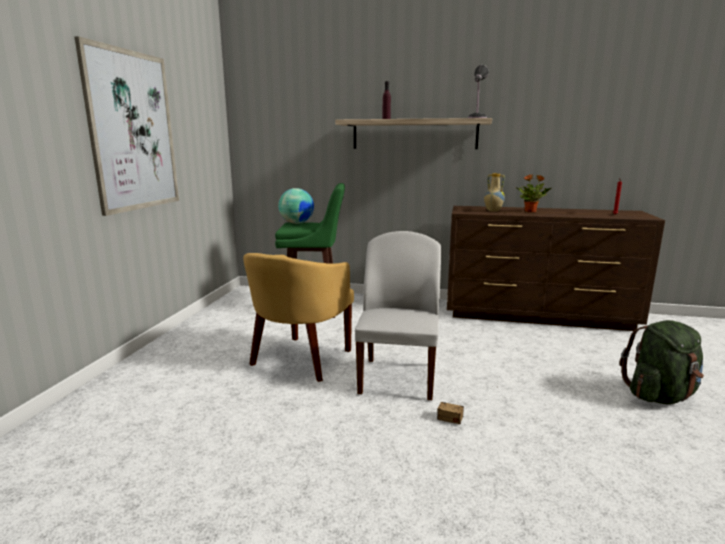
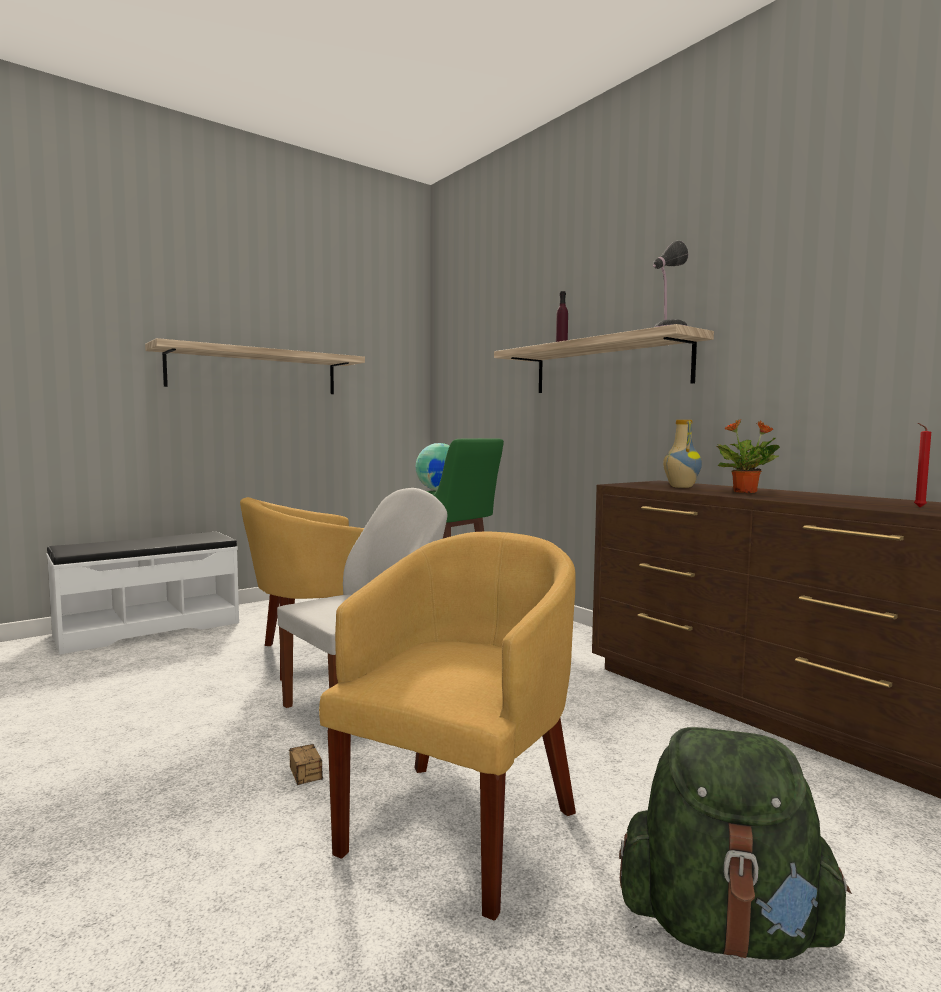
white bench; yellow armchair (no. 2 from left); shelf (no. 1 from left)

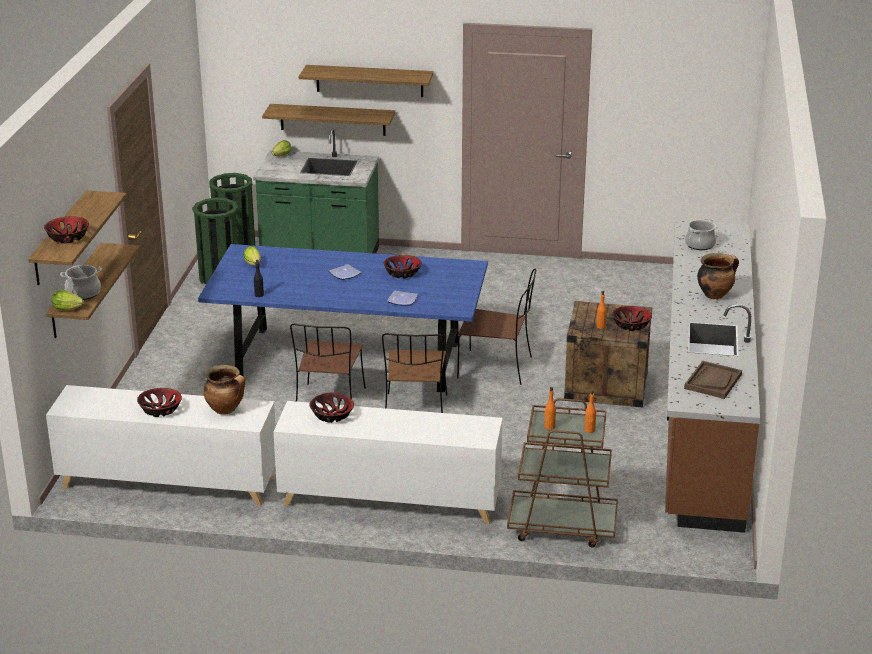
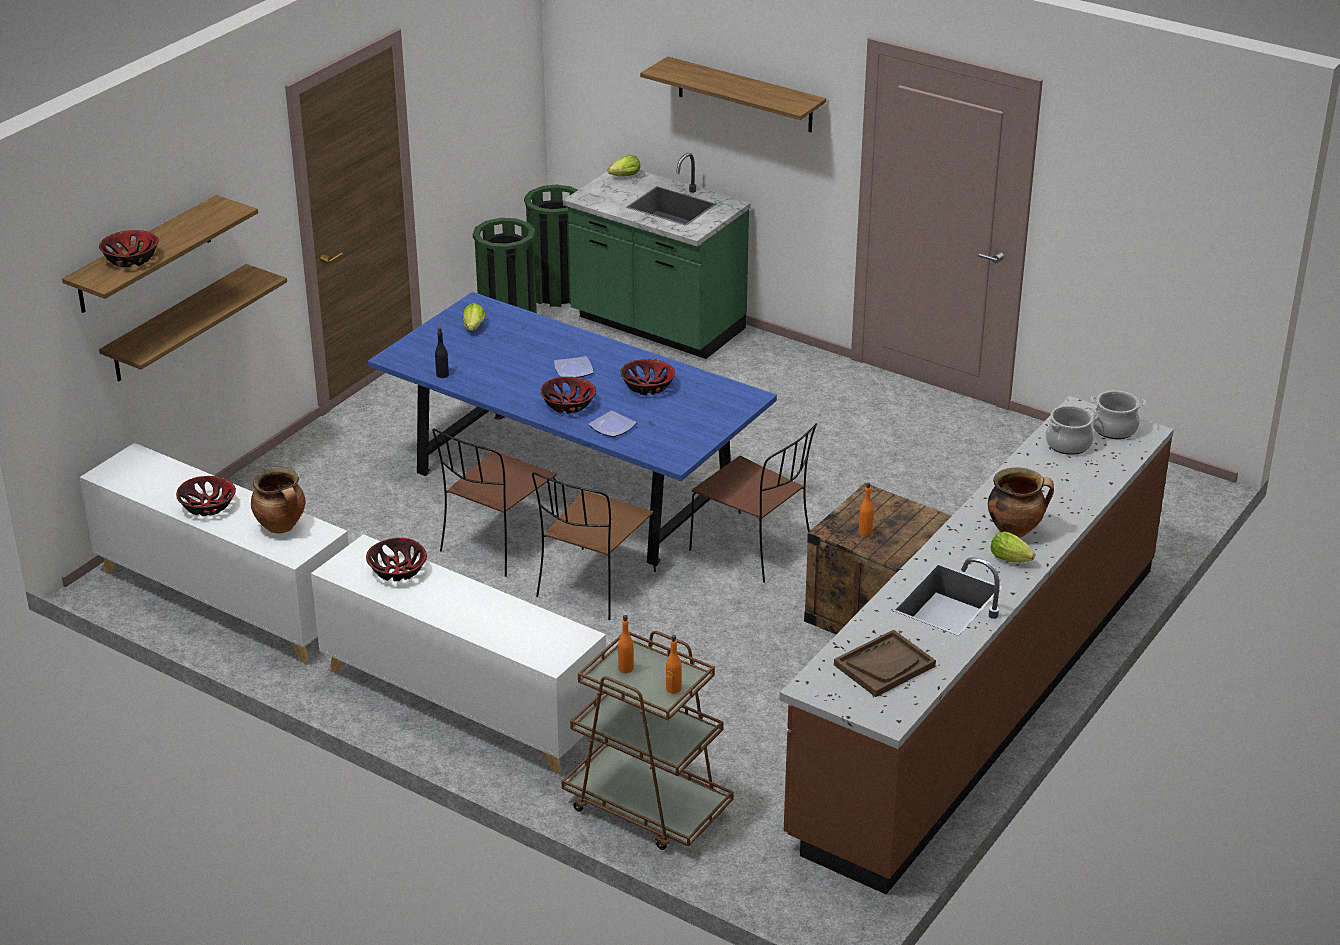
shelf (no. 3 from left in the first image); lettuce (no. 3 from left); cooking pot (no. 4 from left); bowl (no. 4 from left)

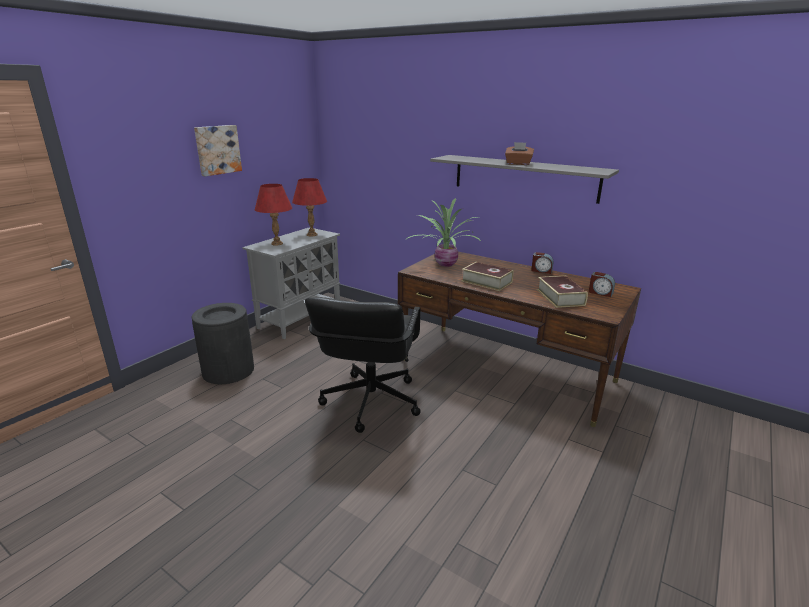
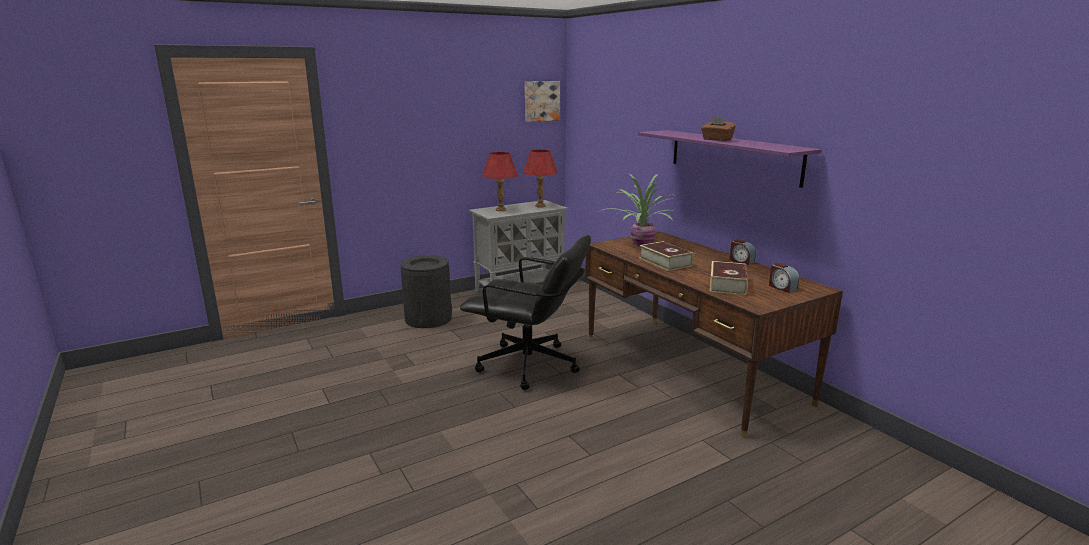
picture; purple shelf; black office chair

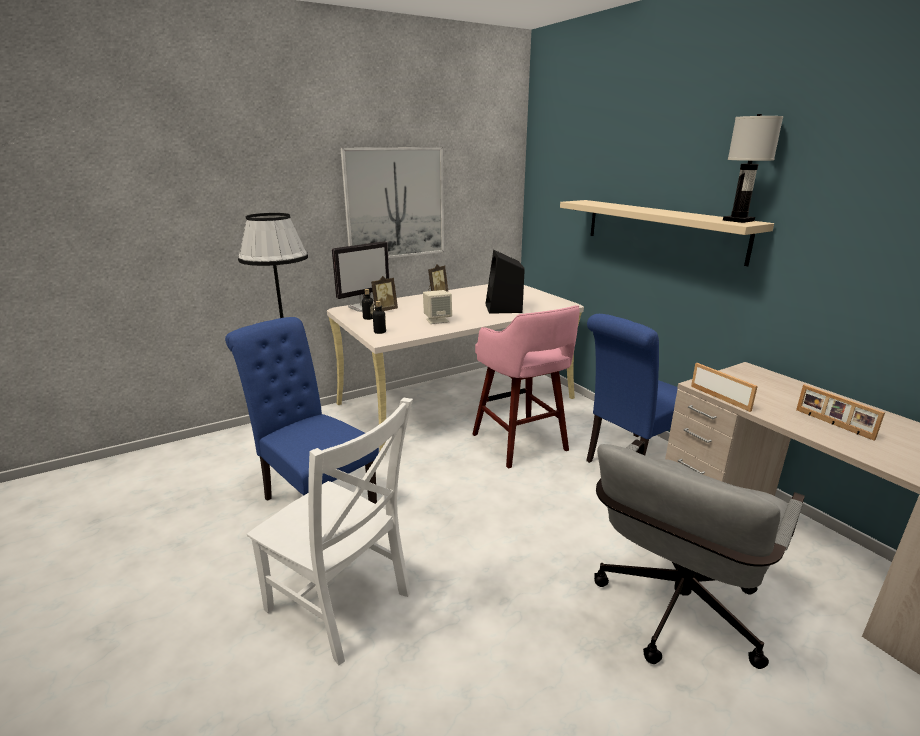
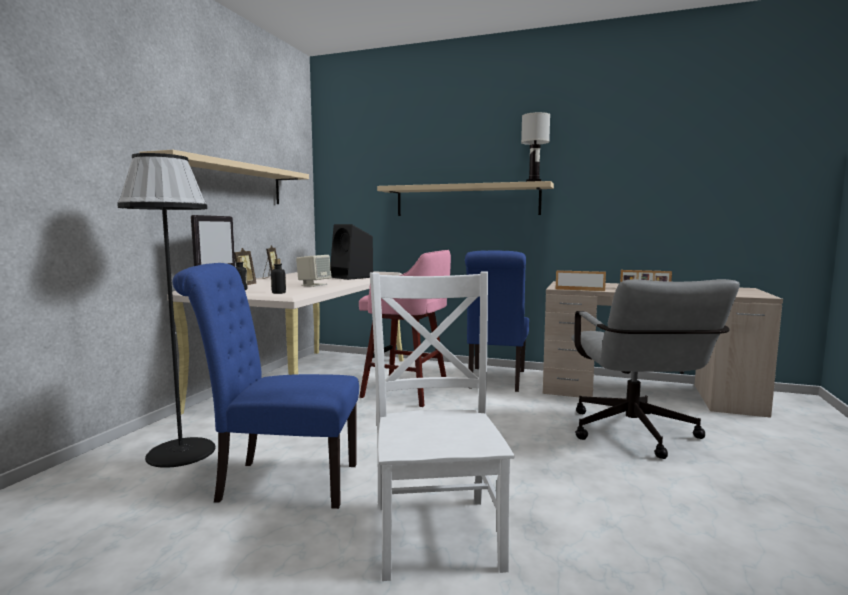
beige shelf (no. 1 from left); white chair

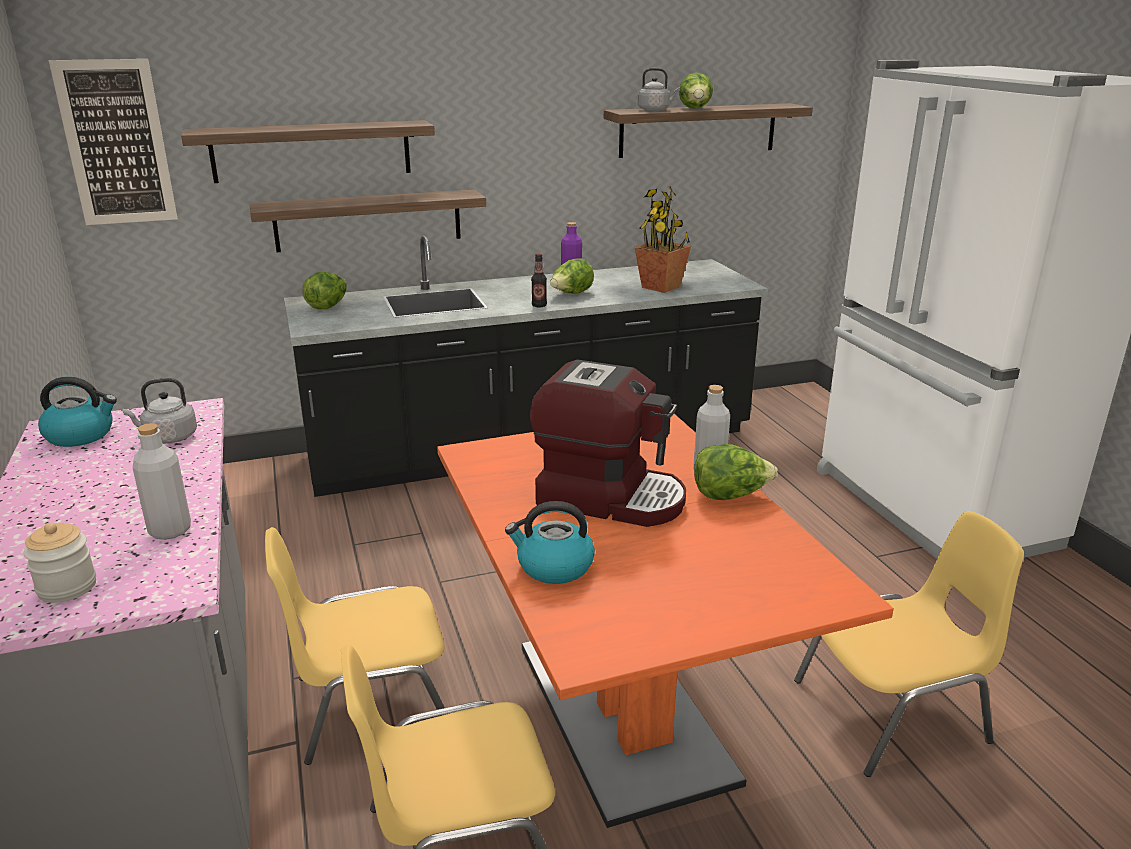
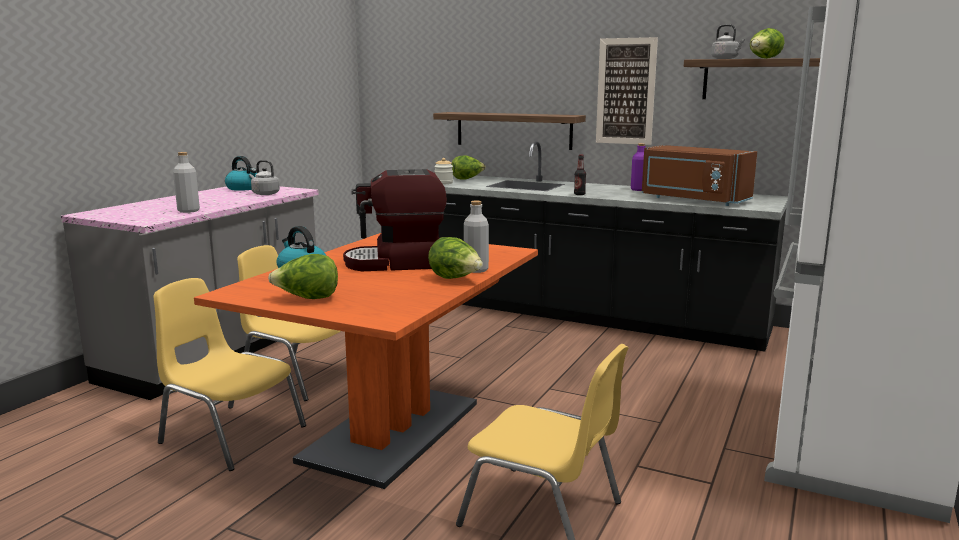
shelf (no. 1 from left in the first image); jar; picture; lettuce (no. 1 from left); brown microwave; coffee machine

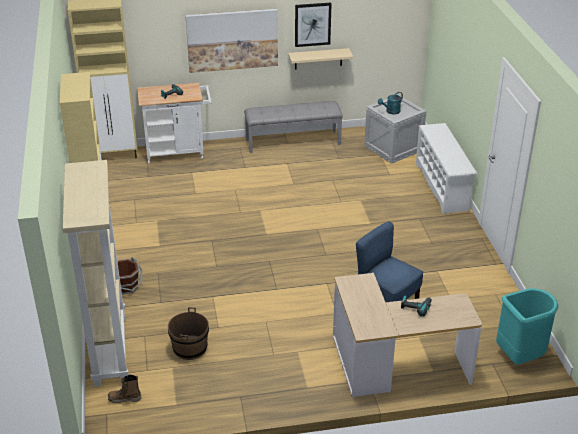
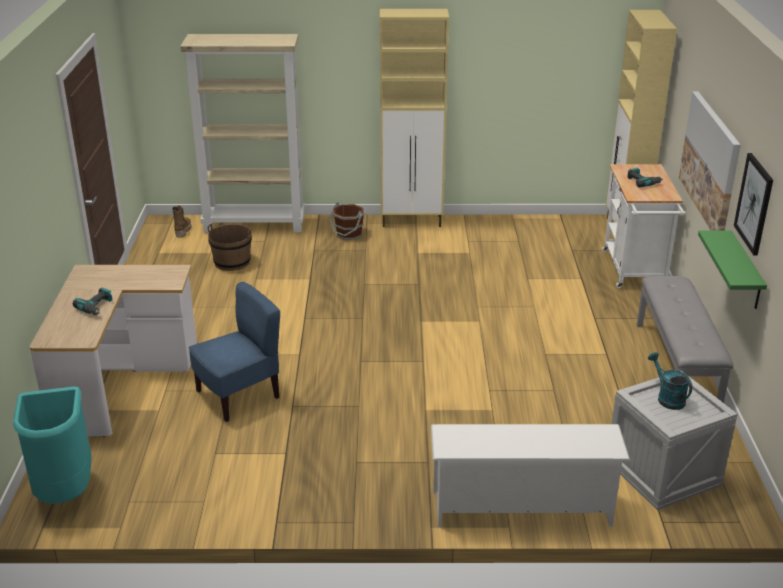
green shelf

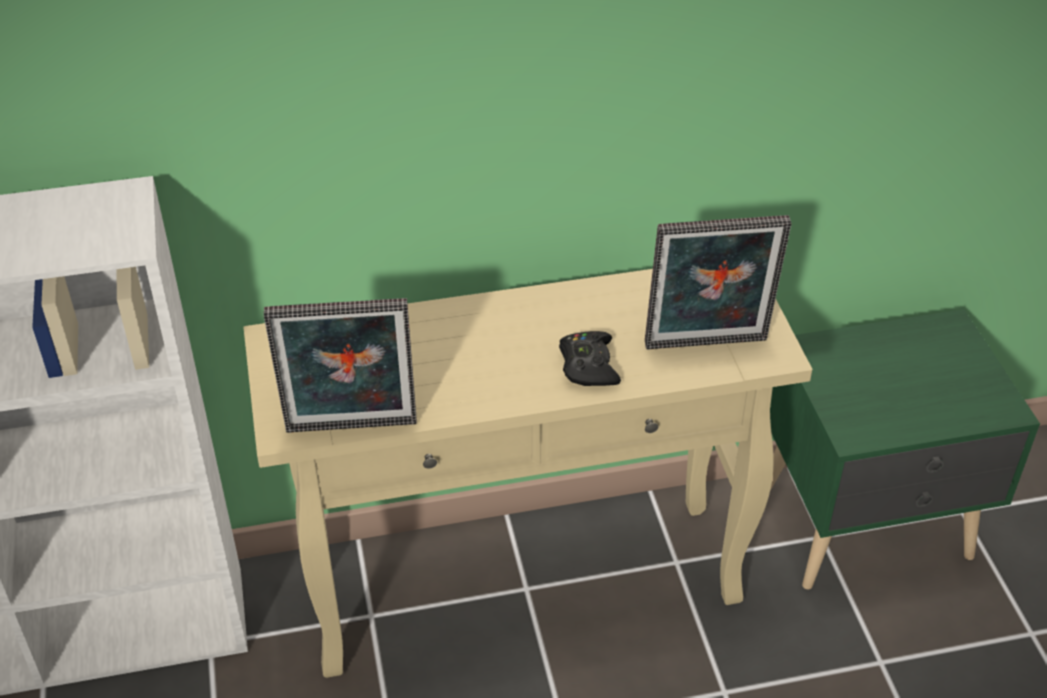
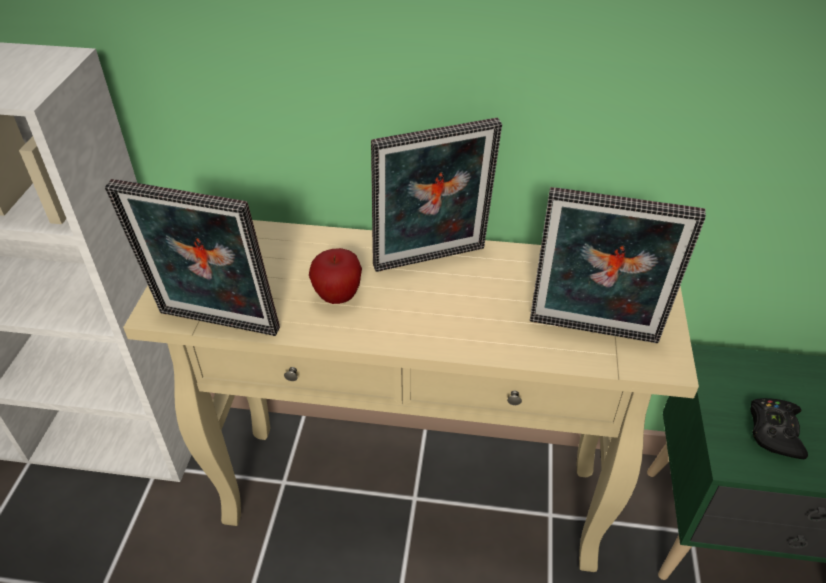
apple; picture frame (no. 2 from left); black game controller

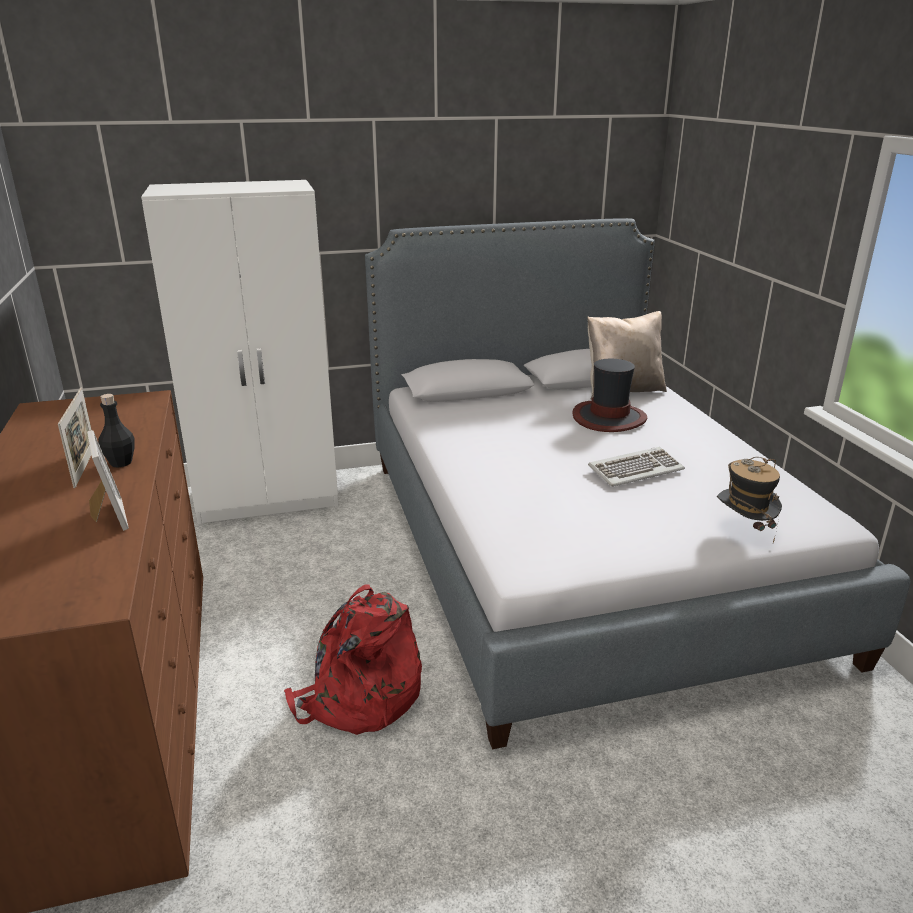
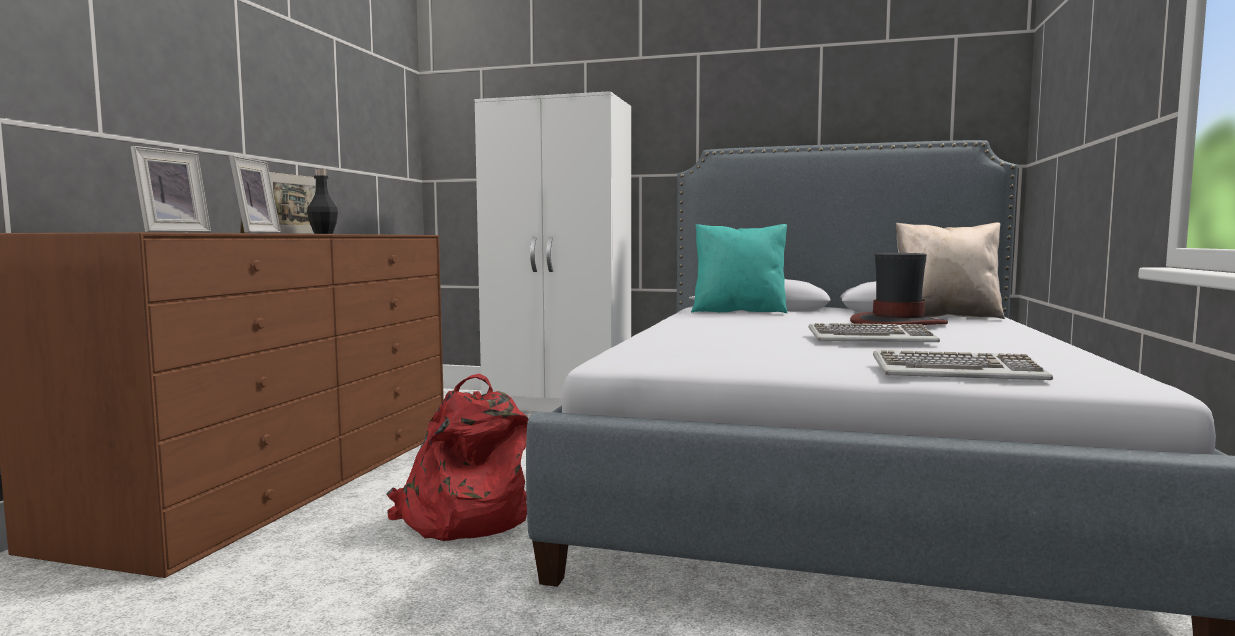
picture frame (no. 1 from left); turquoise pillow; keyboard (no. 2 from left)

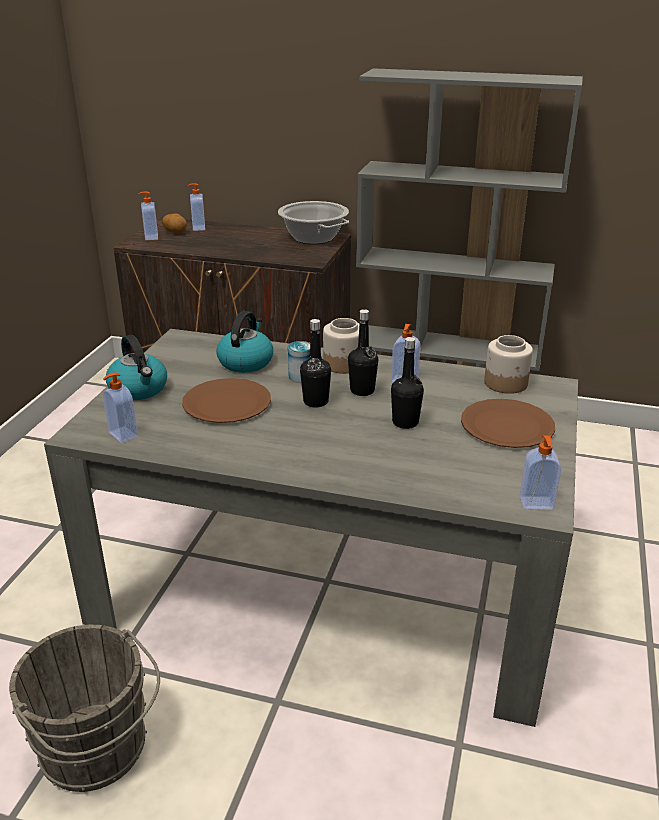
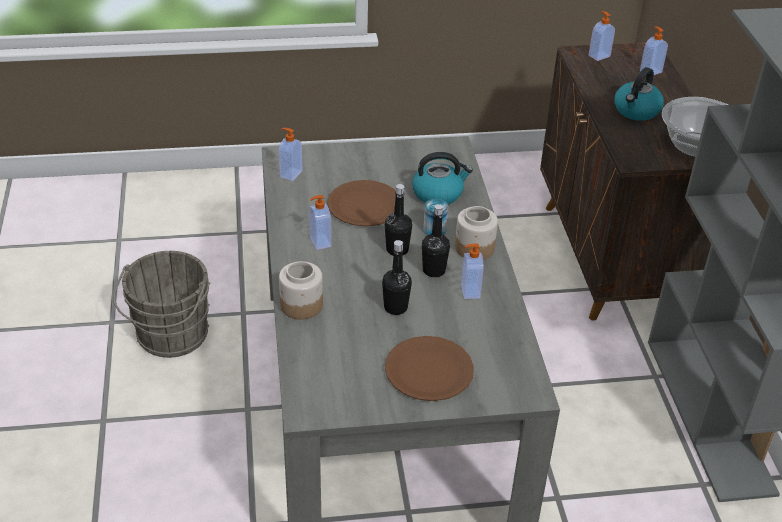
potato; kettle (no. 2 from left); jar (no. 1 from left); soap dispenser (no. 2 from left)

